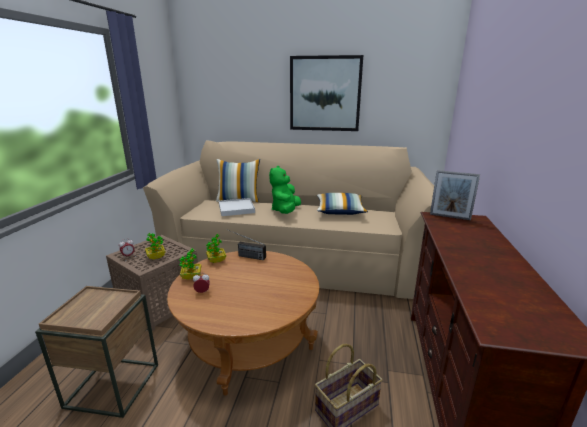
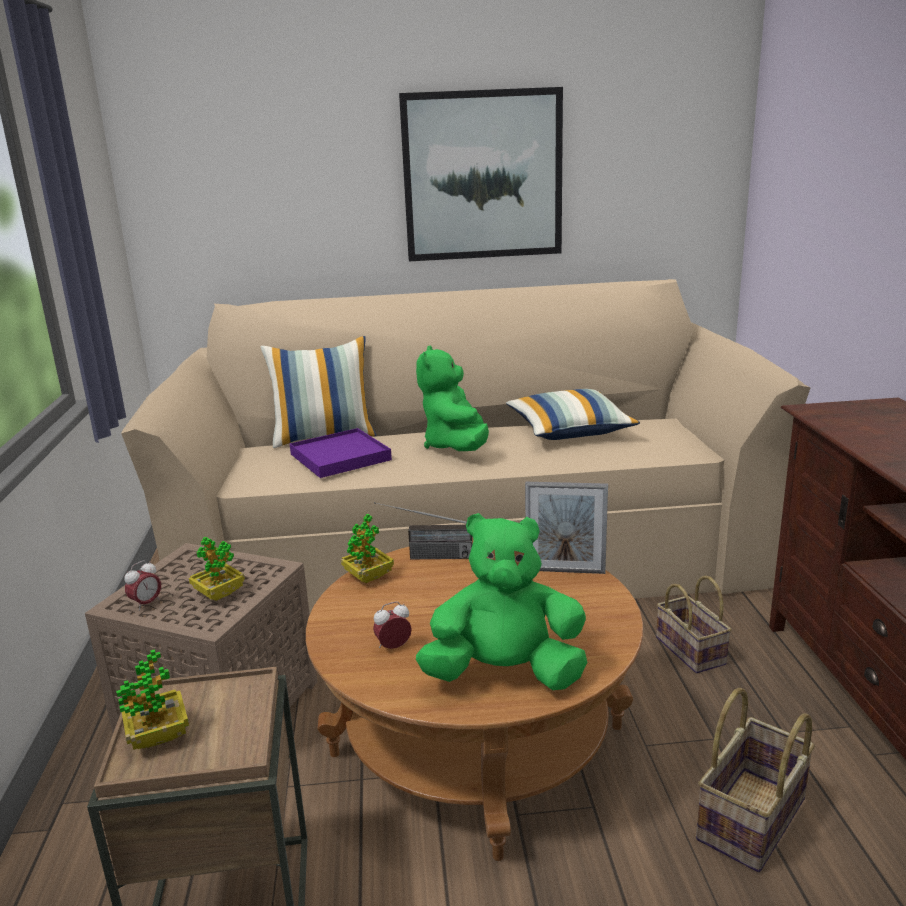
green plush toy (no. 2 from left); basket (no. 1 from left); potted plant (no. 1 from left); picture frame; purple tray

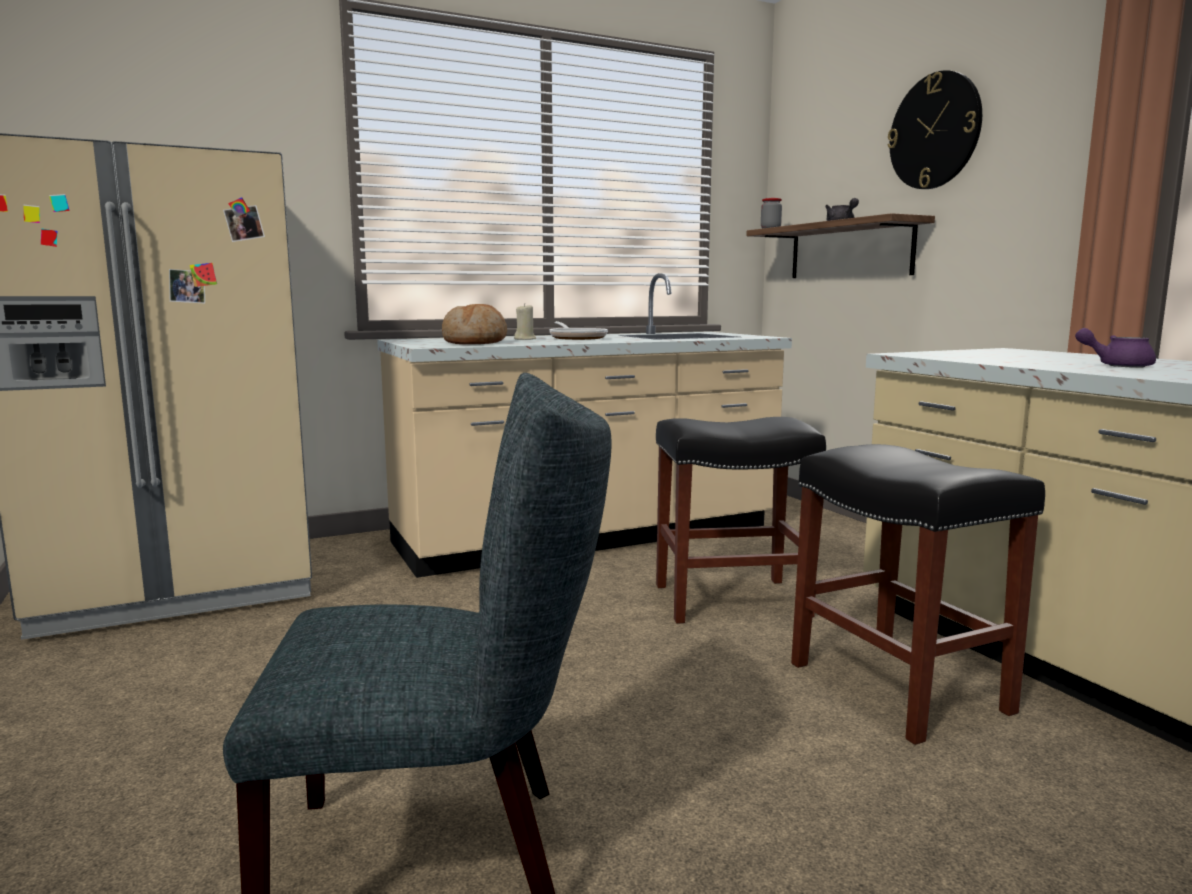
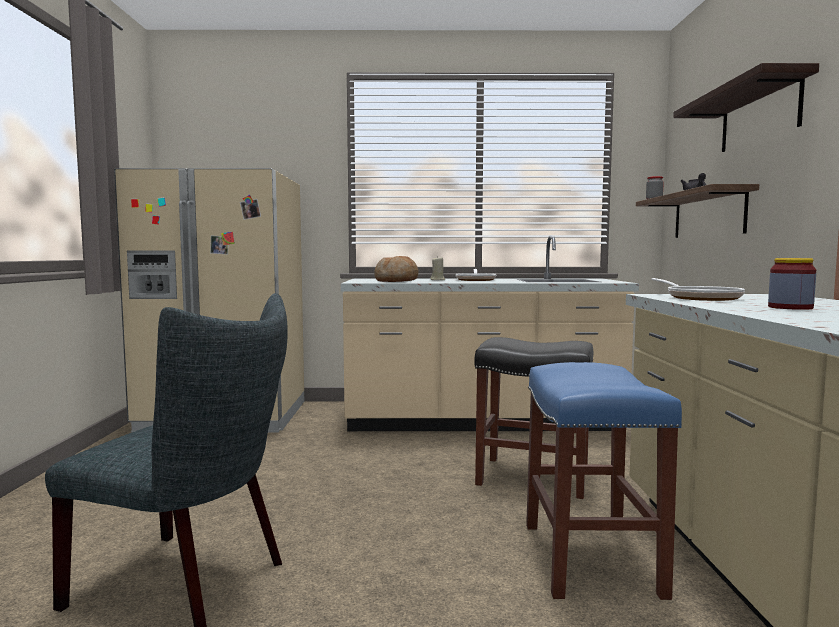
frying pan (no. 2 from left); shelf (no. 2 from left); jar (no. 2 from left); blue stool

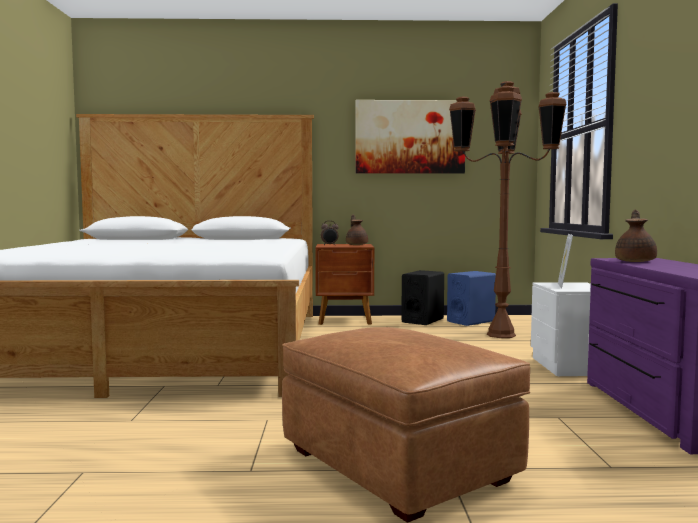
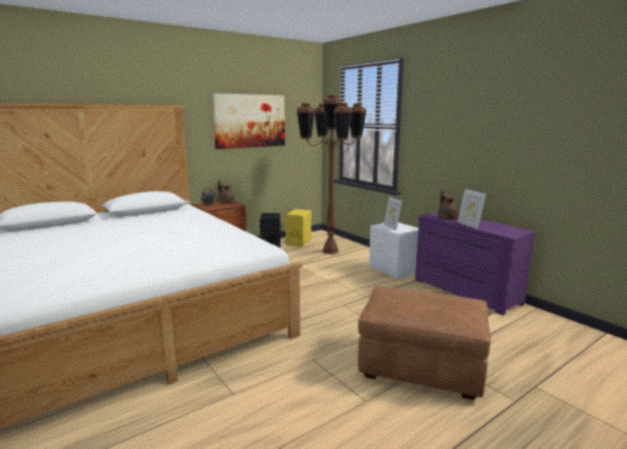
picture frame (no. 2 from left); yellow speaker

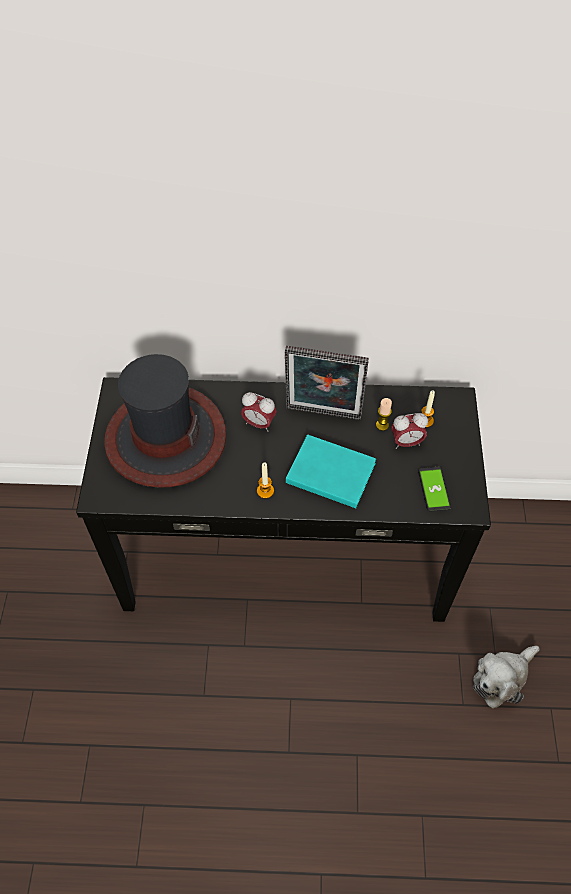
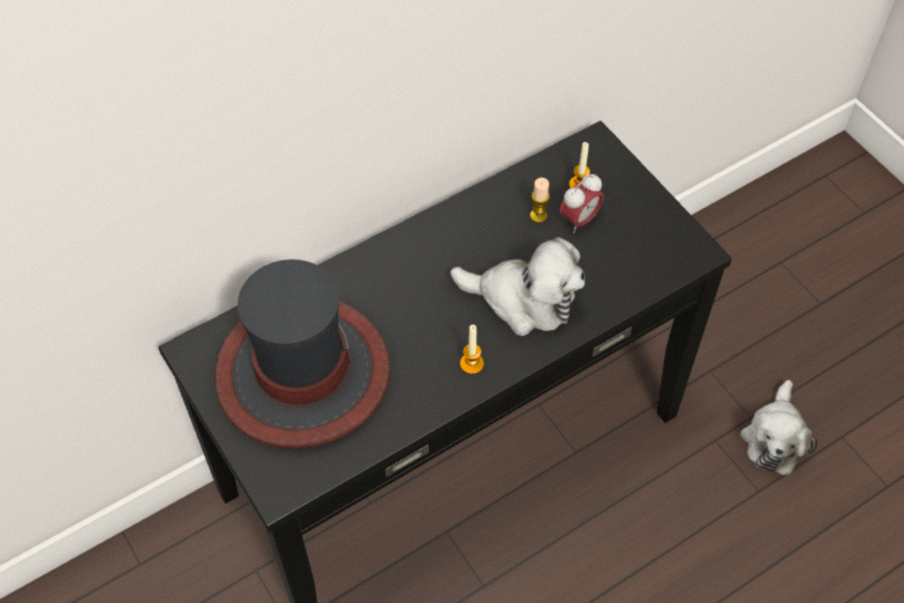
alarm clock (no. 1 from left in the first image); picture frame; phone; plush toy (no. 1 from left)

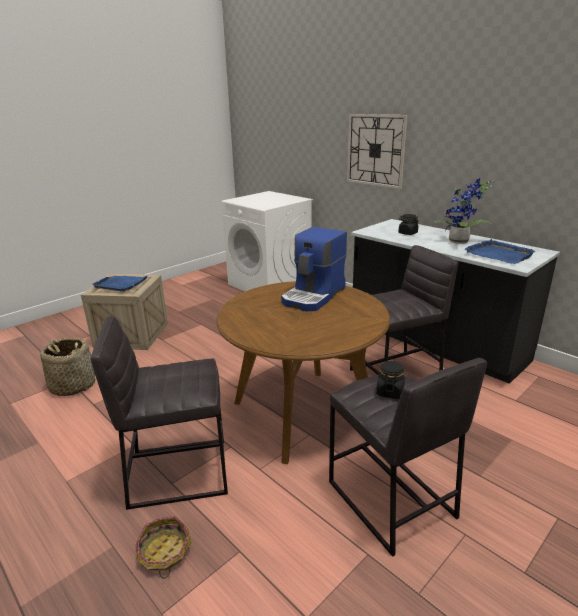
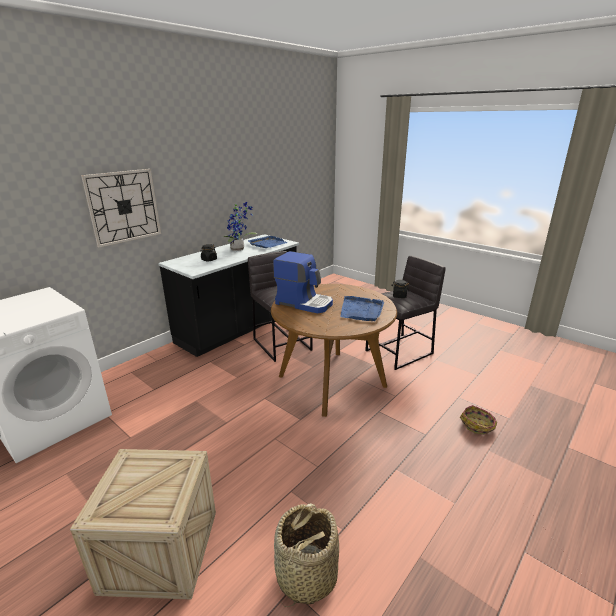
grey stool (no. 1 from left in the first image); blue tray (no. 2 from left)

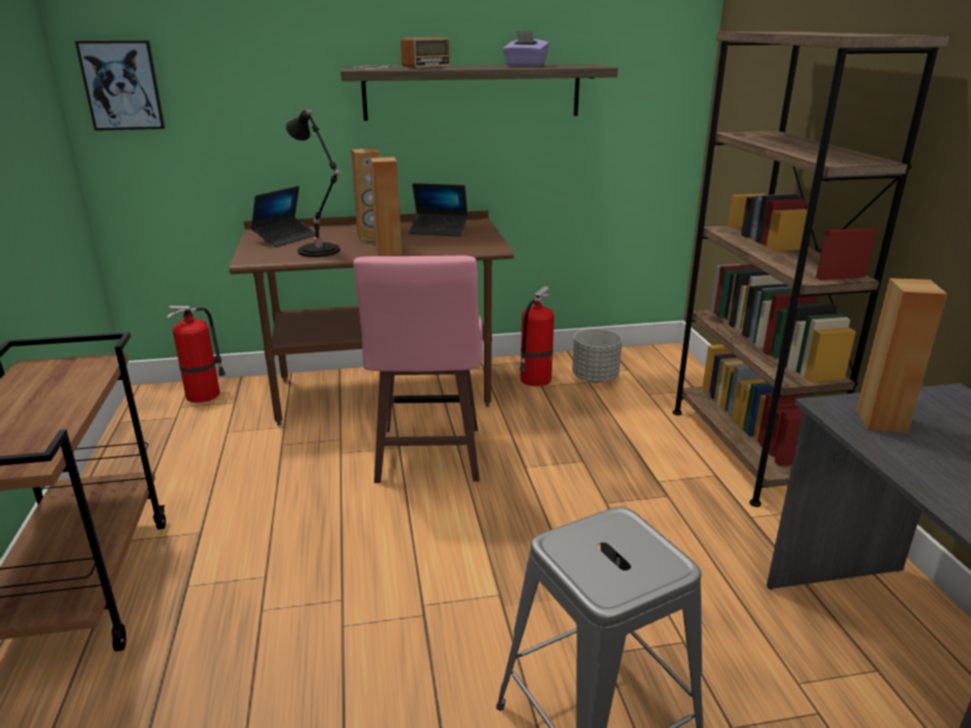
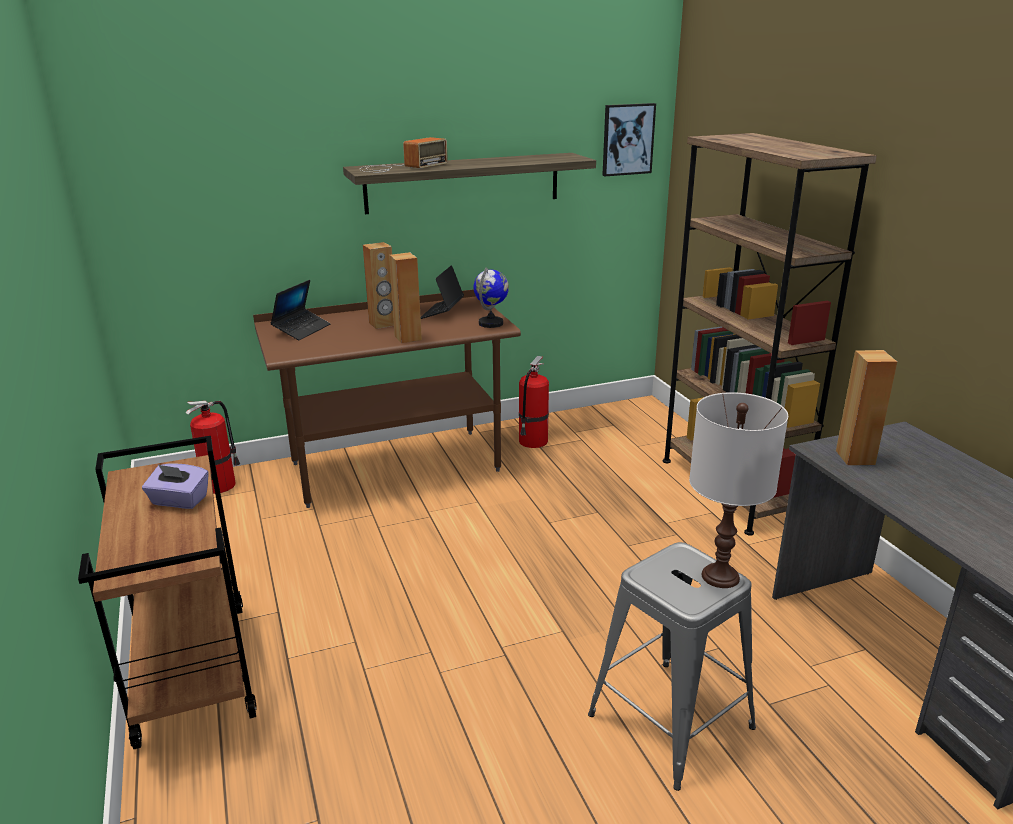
black table lamp; pink stool; grey planter; globe; white table lamp; picture; purple tissue box; laptop (no. 2 from left)

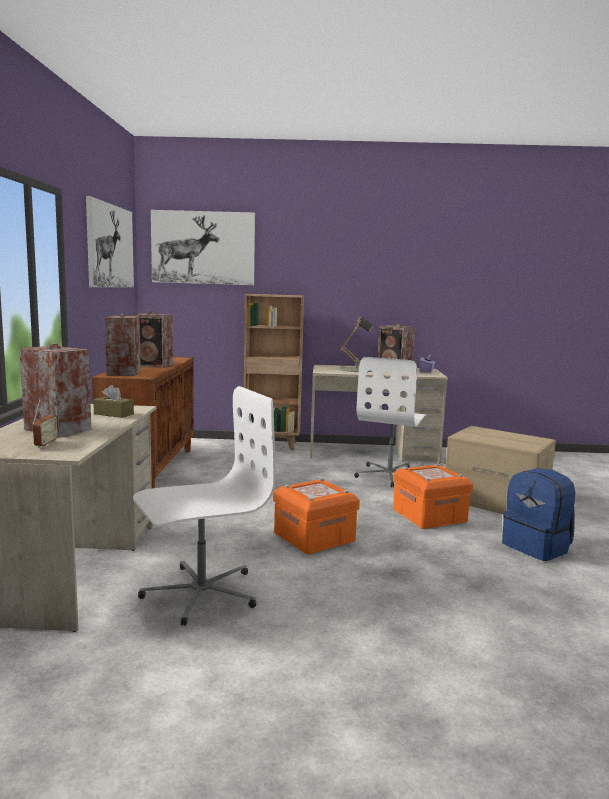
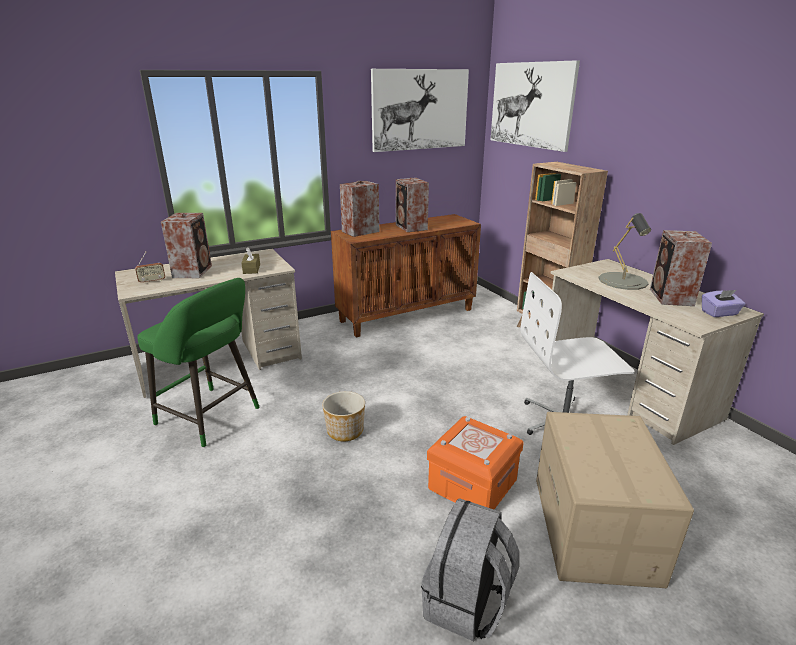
green stool; planter; grey backpack

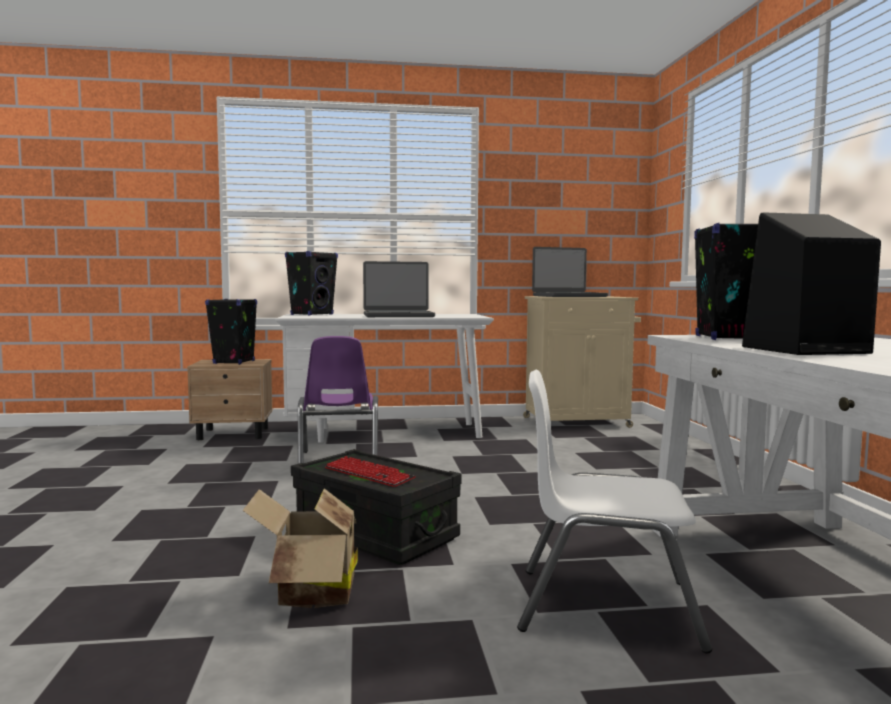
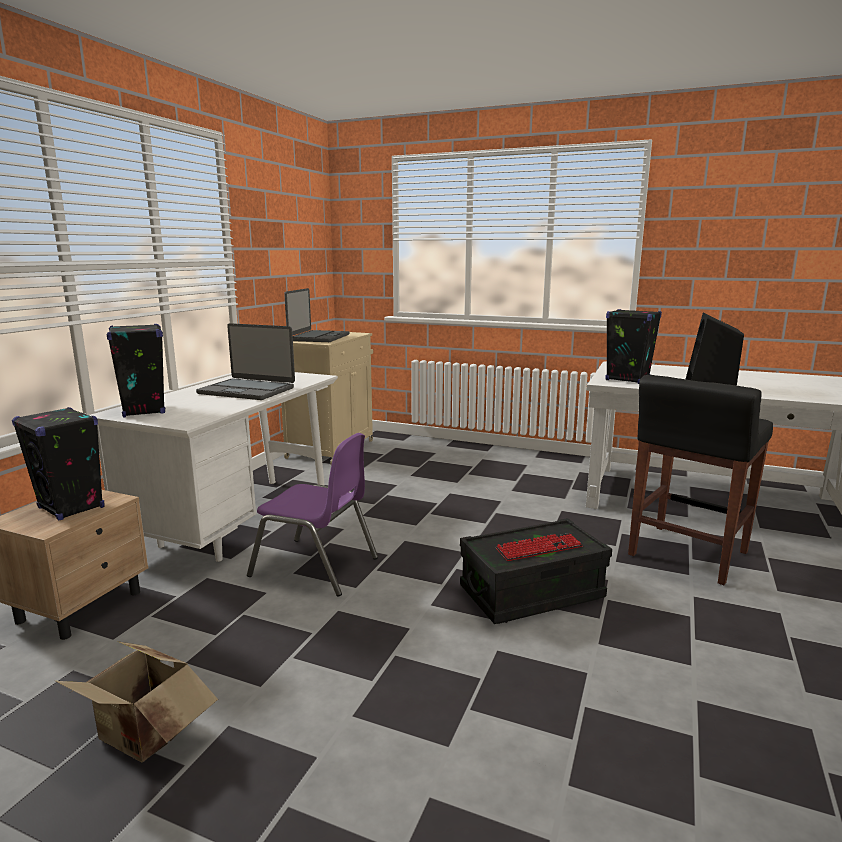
cardboard box; black stool; laptop (no. 1 from left)

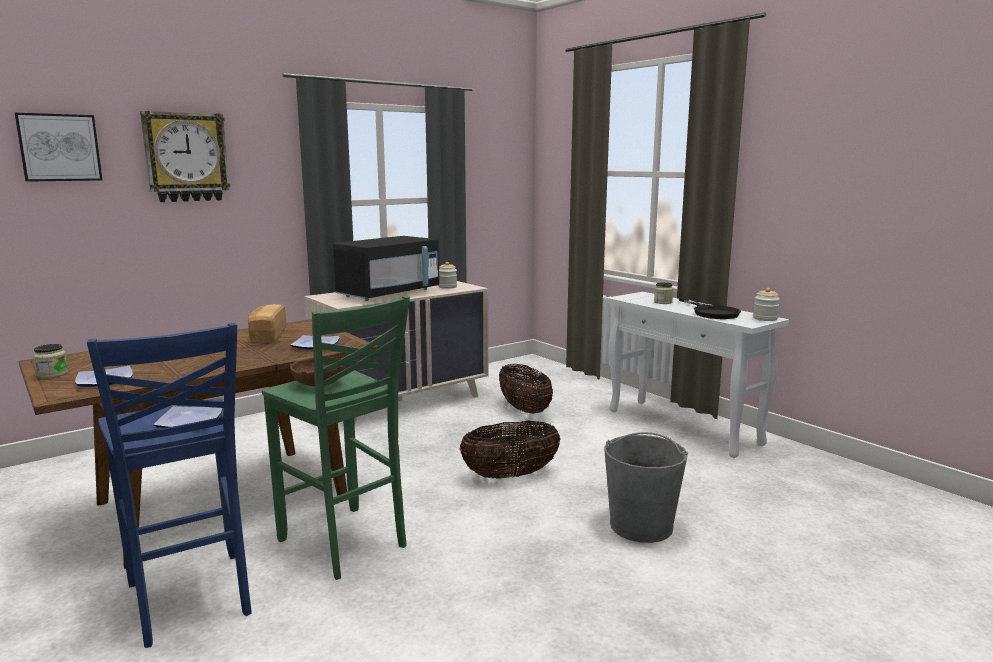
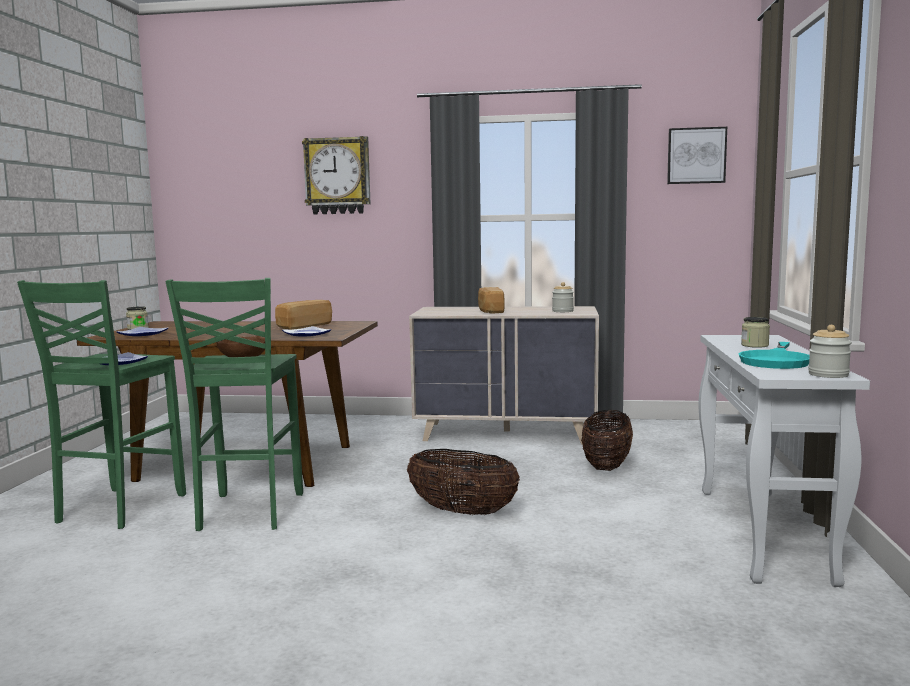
grey bucket; picture; bread (no. 2 from left); green stool (no. 1 from left); turquoise frying pan

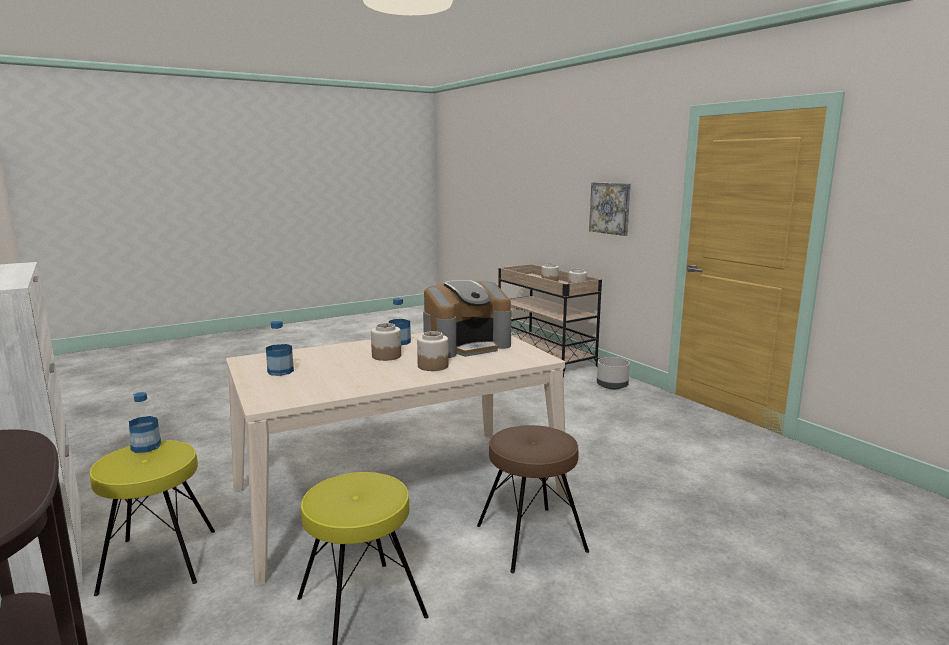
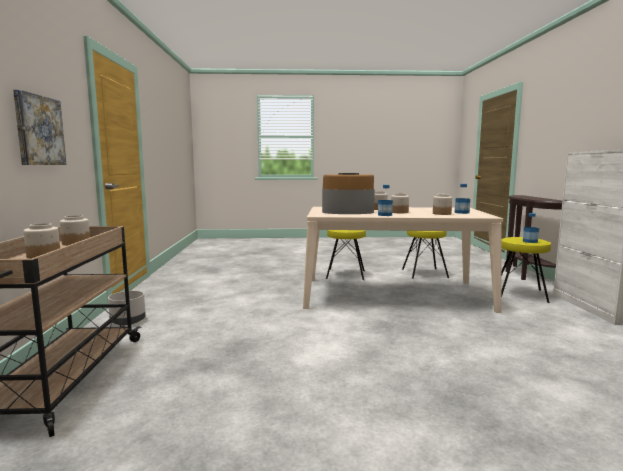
jar (no. 5 from left); yellow stool (no. 1 from left)

